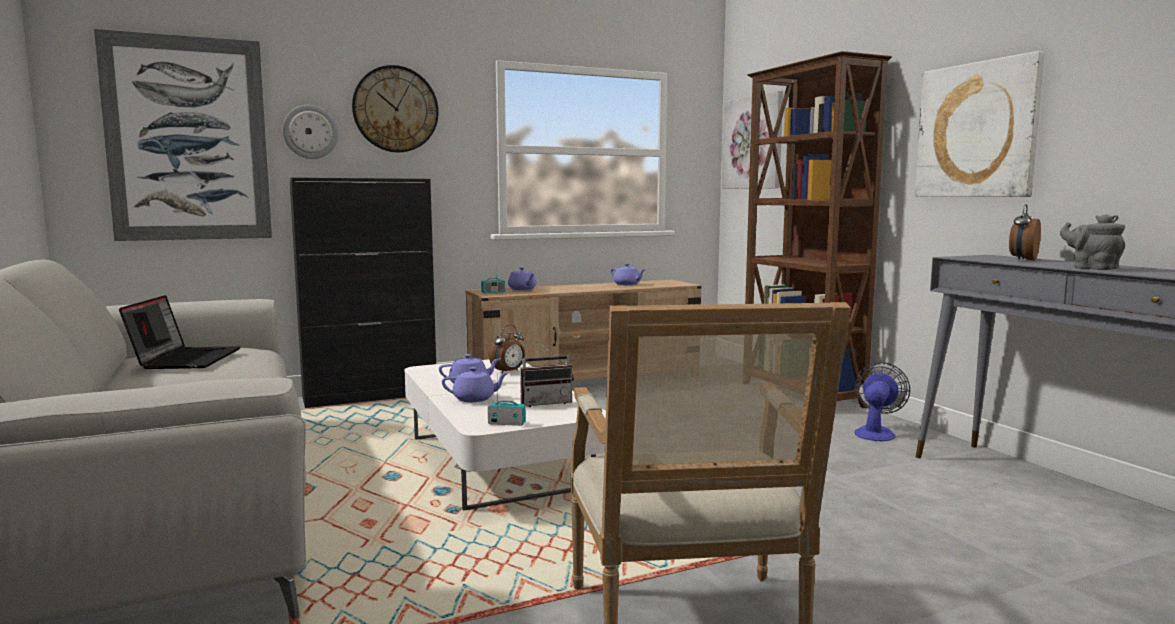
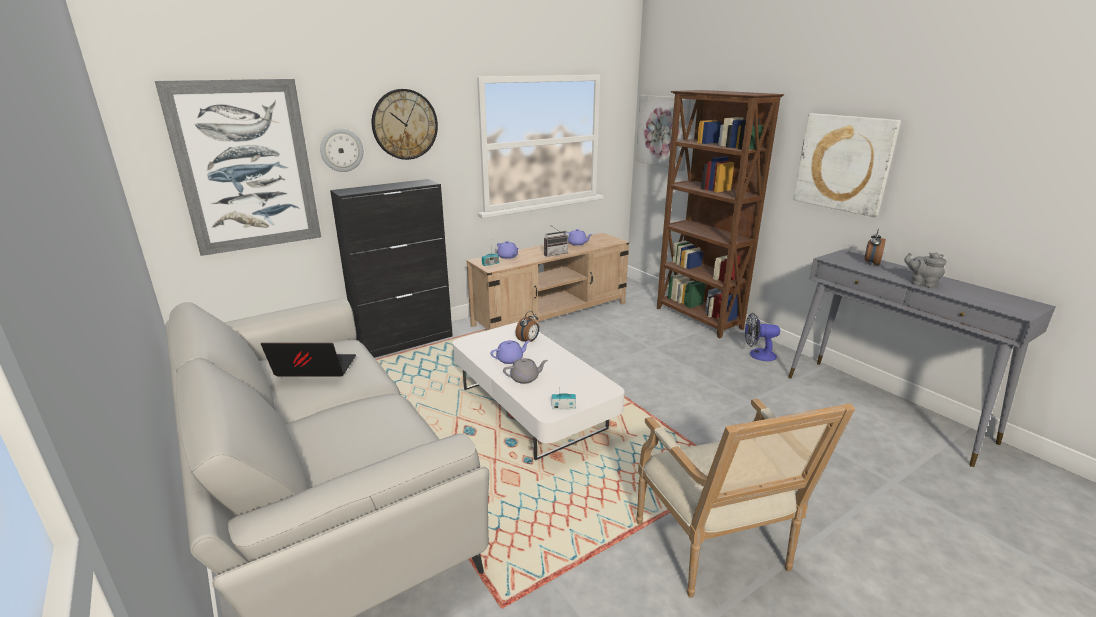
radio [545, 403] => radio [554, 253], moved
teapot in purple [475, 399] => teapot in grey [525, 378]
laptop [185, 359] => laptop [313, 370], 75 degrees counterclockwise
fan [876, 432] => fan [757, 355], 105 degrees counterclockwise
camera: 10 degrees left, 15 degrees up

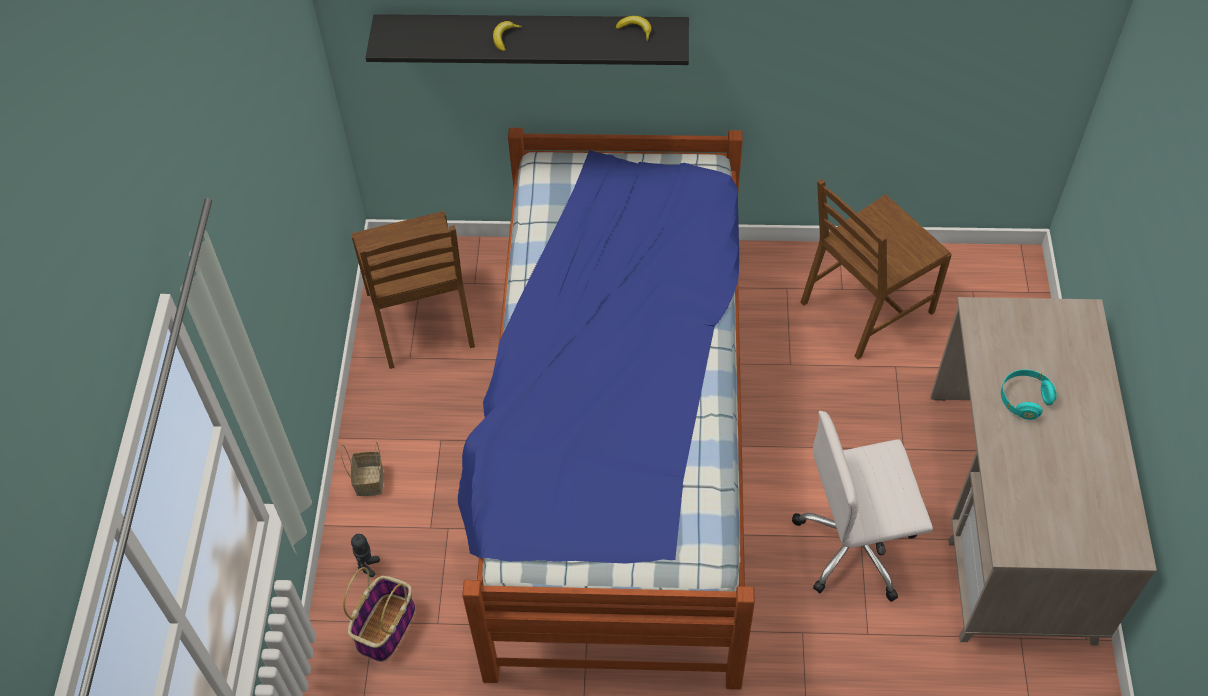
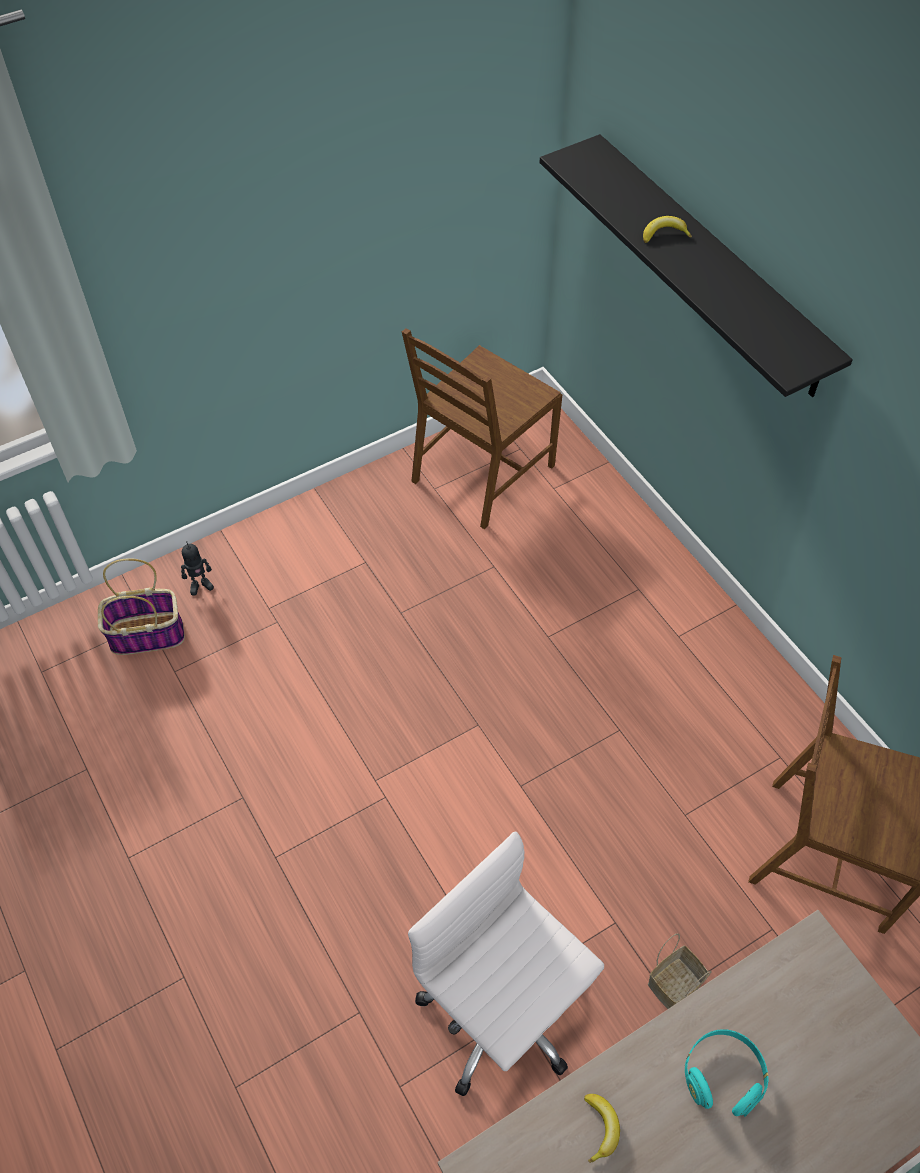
bed [616, 443] => nothing
basket [368, 479] => basket [675, 982], moved
banana [635, 30] => banana [601, 1127], moved
camera: 55 degrees right, 0 degrees up

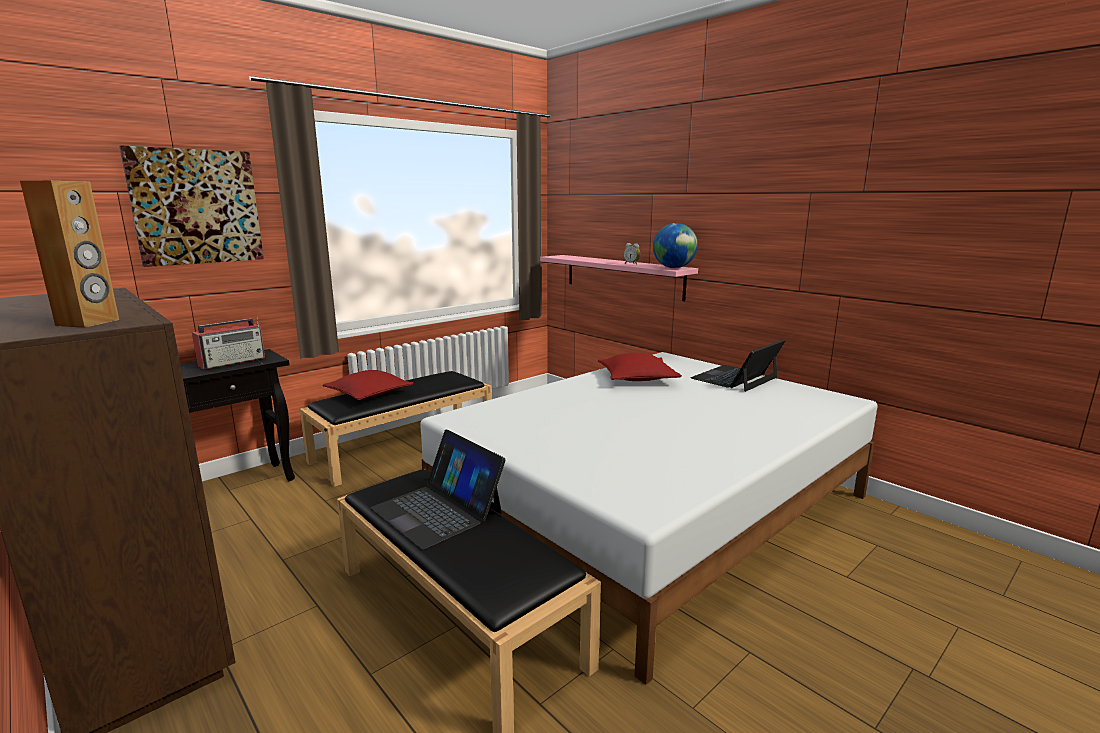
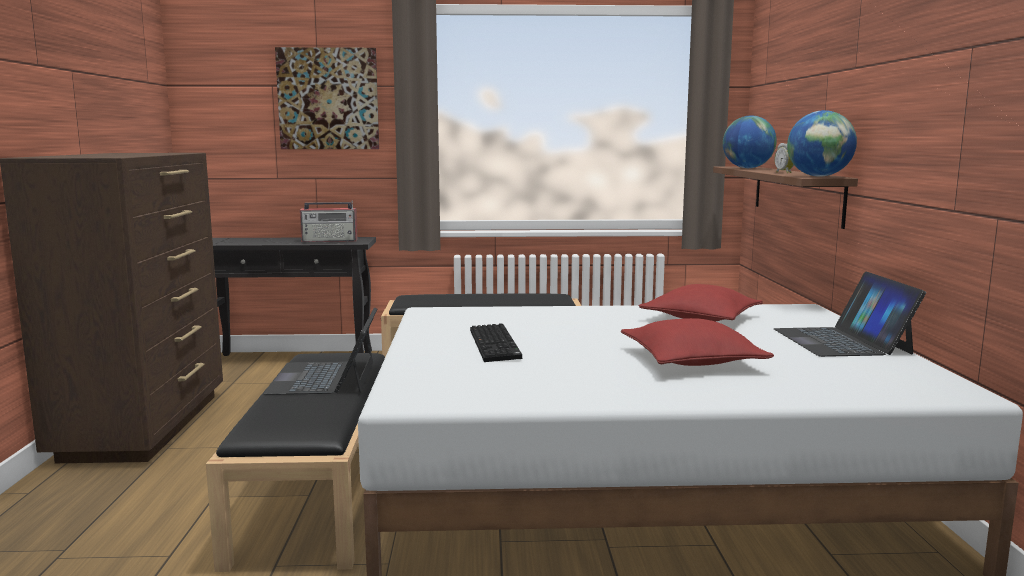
speaker in brown [88, 322] => nothing
nothing => keyboard [496, 344]
nothing => globe [747, 168]
pillow in red [369, 394] => pillow in red [692, 360], moved
shelf in pink [622, 276] => shelf in brown [796, 193]
laptop [735, 378] => laptop [842, 341], 90 degrees counterclockwise
camera: 40 degrees right, 5 degrees down

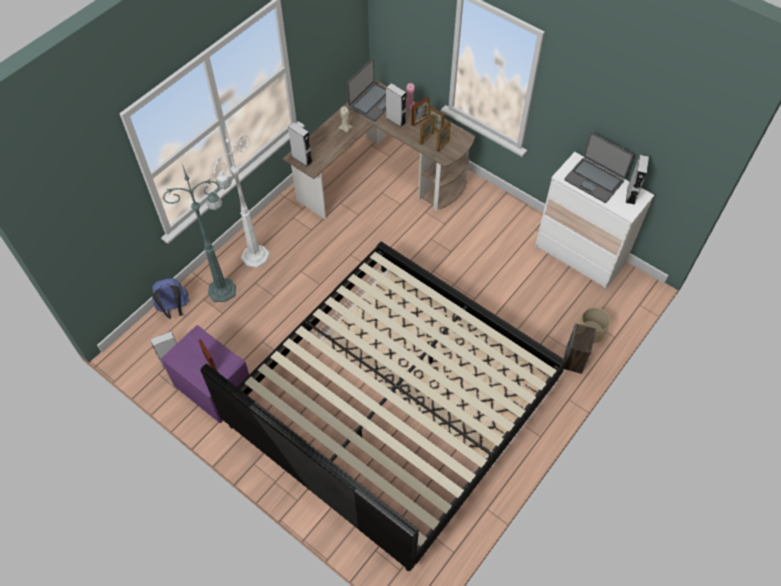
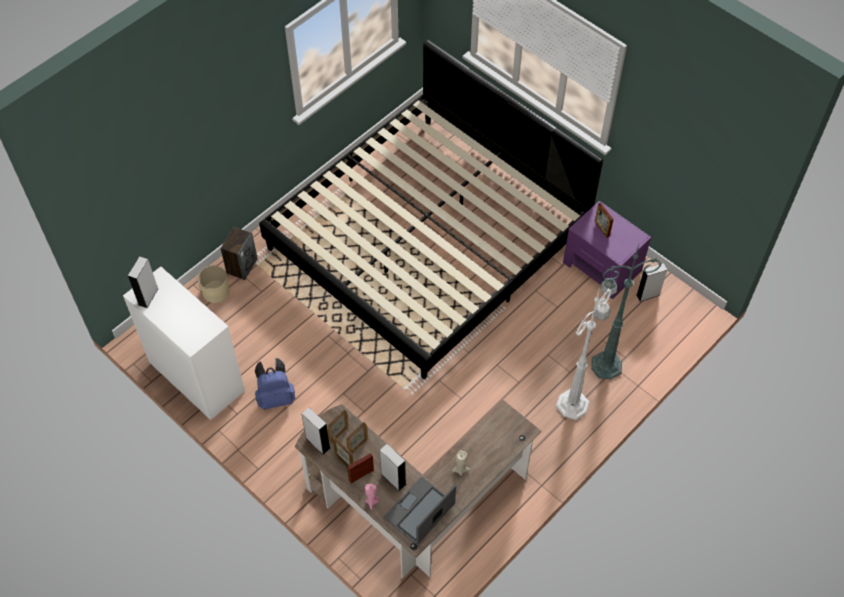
laptop [594, 180] => nothing
backpack in blue [174, 309] => backpack in blue [276, 397], moved
speaker in grey [302, 159] => speaker in grey [318, 443], moved
camera: 175 degrees left, 0 degrees up

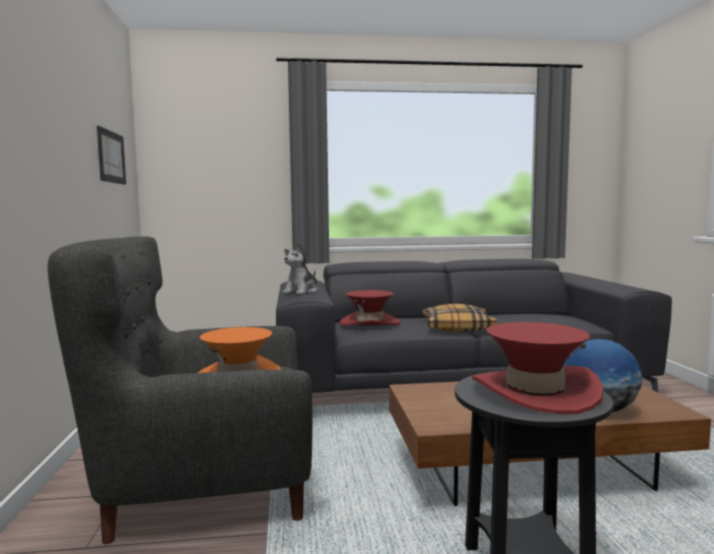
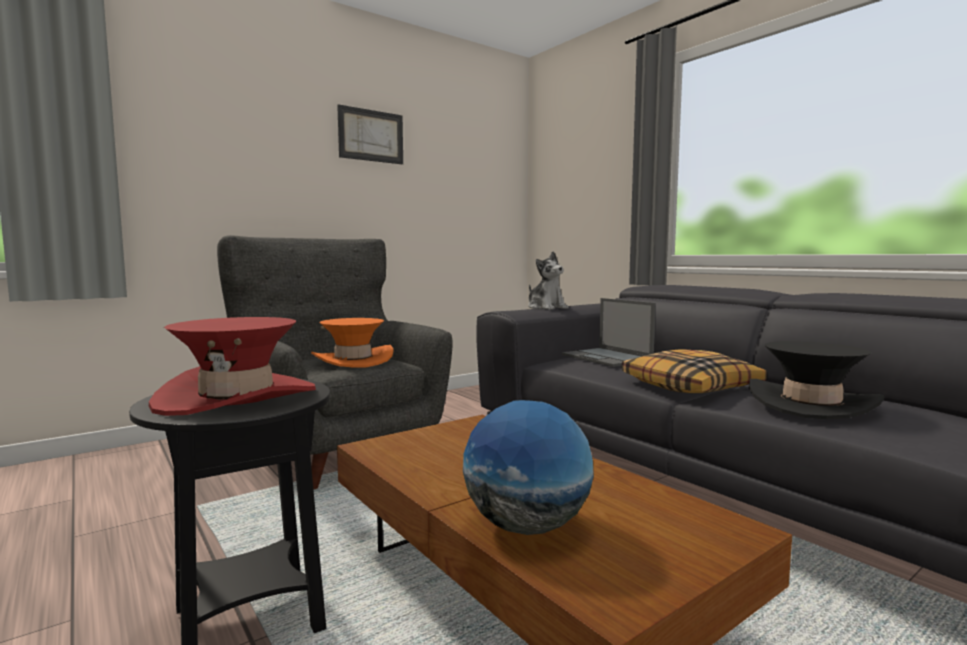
nothing => hat in black [811, 404]
picture [111, 157] => picture [371, 136], moved
hat in red [369, 323] => laptop [607, 358]
plush toy [301, 291] => plush toy [546, 308], 120 degrees counterclockwise
camera: 60 degrees right, 0 degrees up

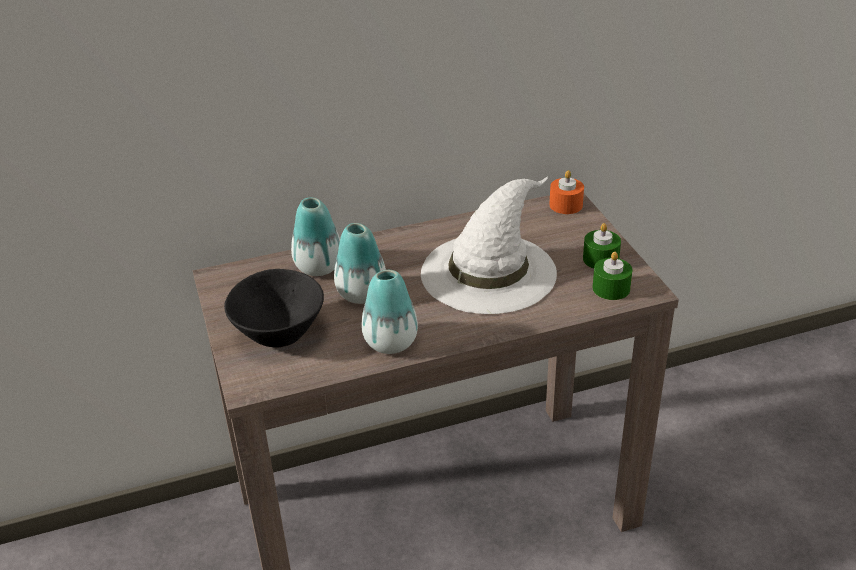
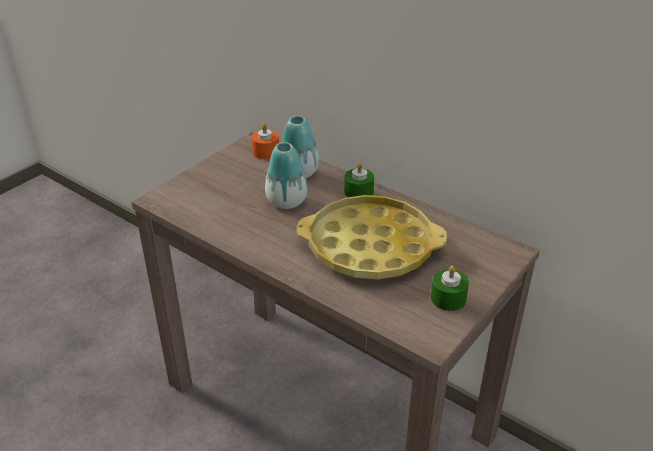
bowl in black [276, 335] => nothing
vase [390, 343] => nothing
candle in orange [566, 205] => candle in orange [266, 152], moved
candle in green [611, 288] => candle in green [358, 192], moved
hat in white [489, 271] => tray in yellow [370, 246]
camera: 55 degrees right, 0 degrees up

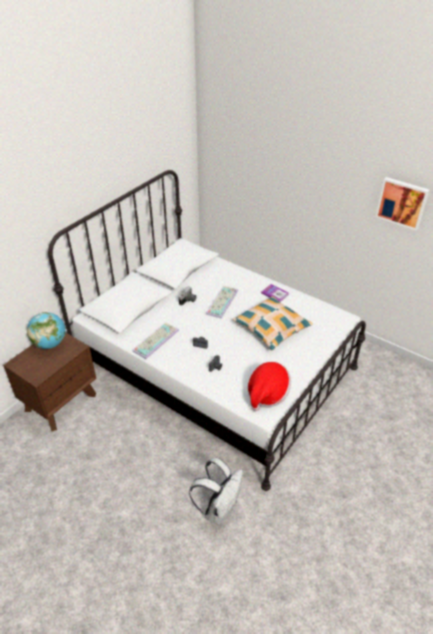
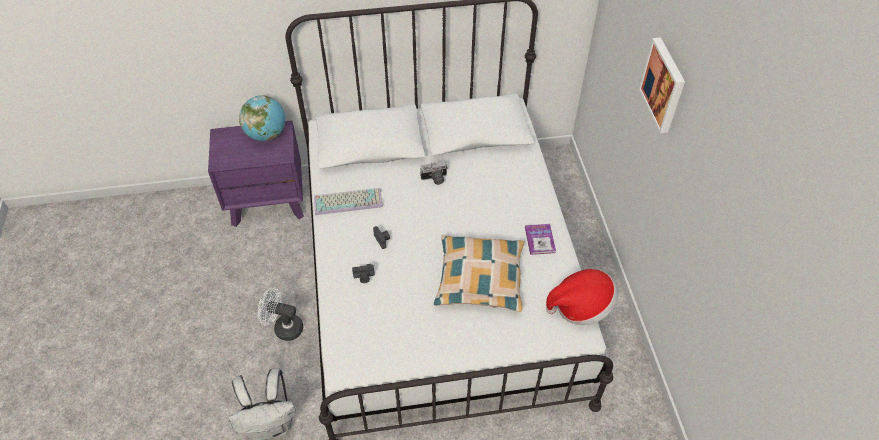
keyboard [221, 301] => nothing
nothing => fan in white [284, 327]
hat [267, 394] => hat [581, 306], moved
picture [402, 202] => picture [664, 85], moved
nightstand in brown [61, 402] => nightstand in purple [268, 202]
camera: 45 degrees right, 10 degrees up

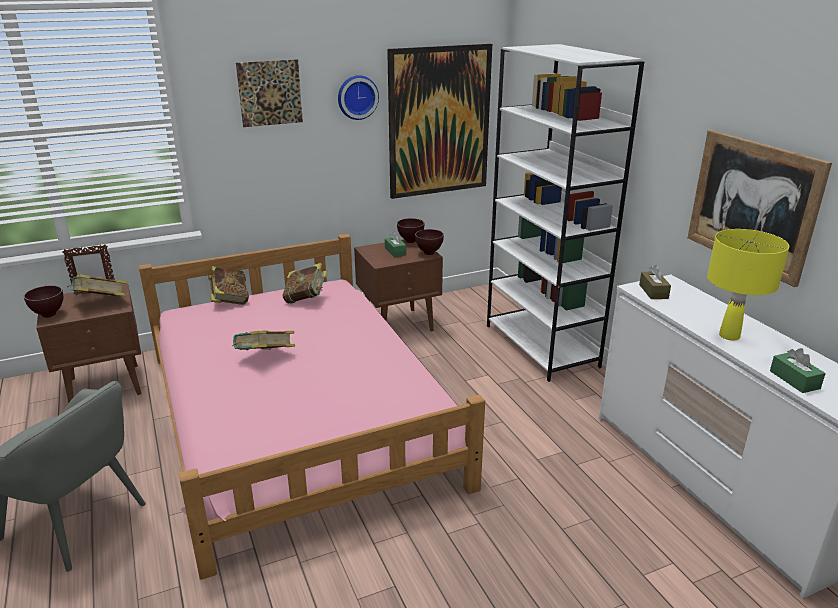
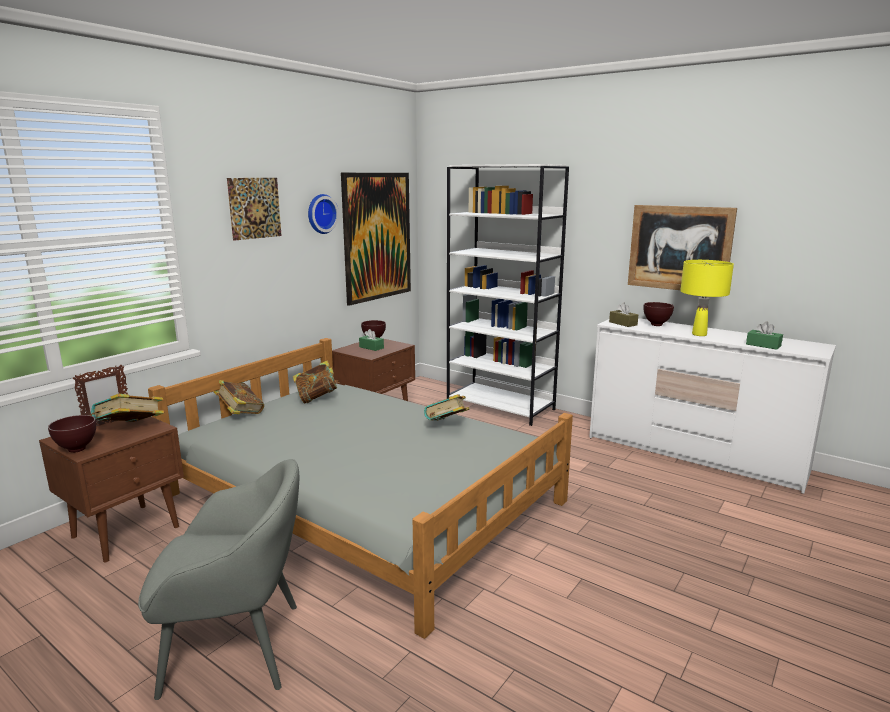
book [265, 358] => book [447, 426], moved
bowl in brown [428, 253] => bowl in brown [656, 325], moved
bed in pink [297, 416] => bed in grey [365, 498]
camera: 30 degrees left, 10 degrees down

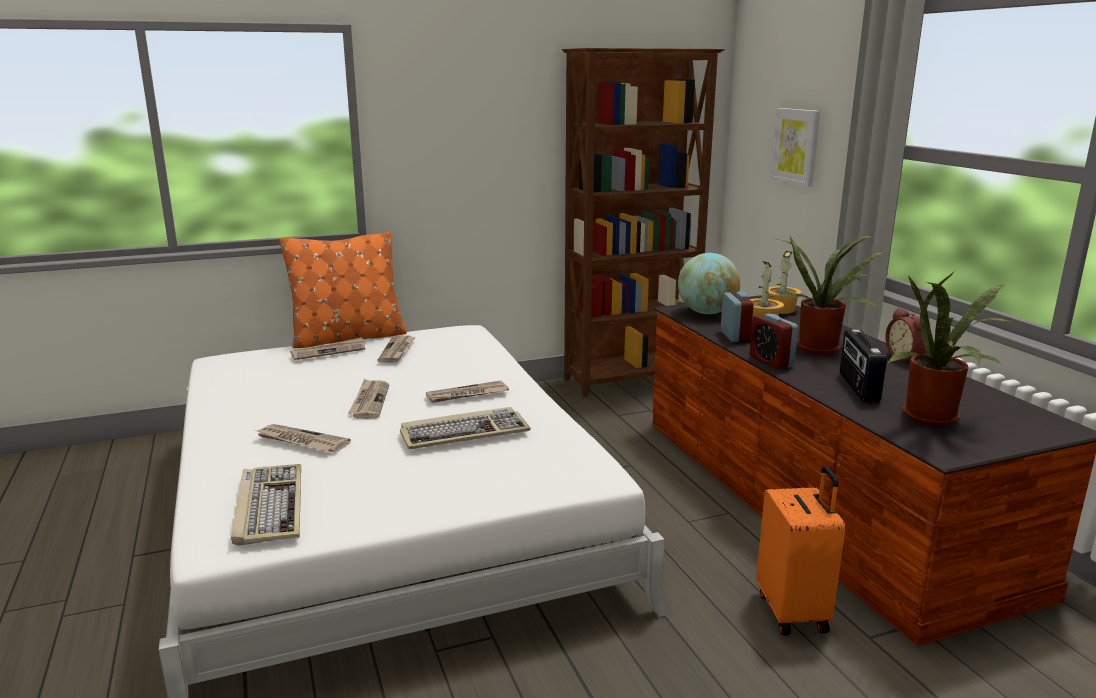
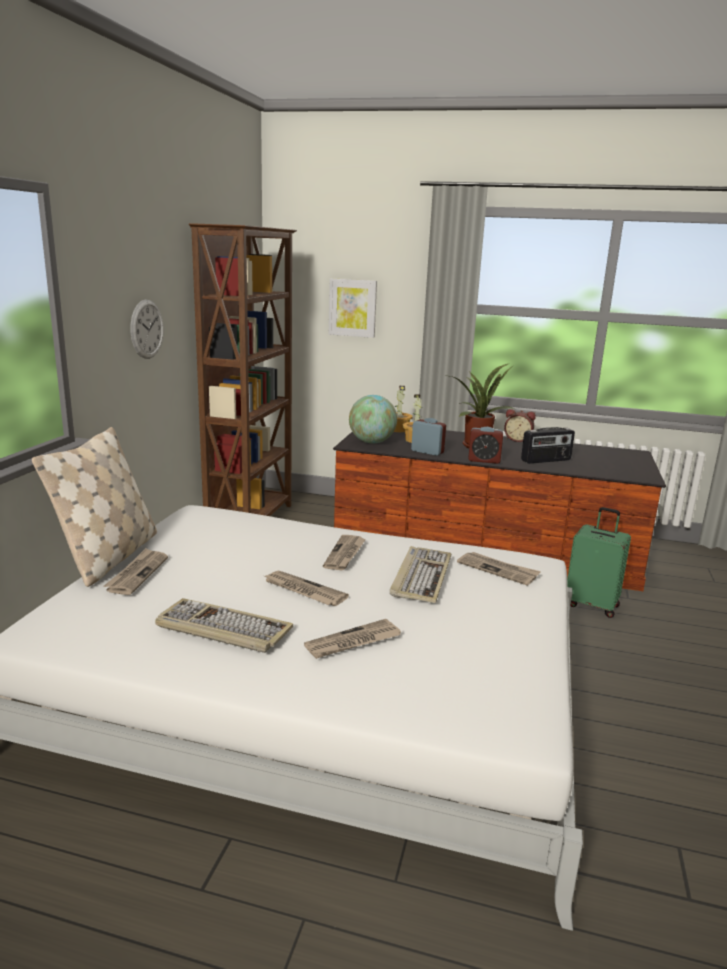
potted plant [935, 419] => nothing
nothing => wall clock [147, 329]
keyboard [269, 507] => keyboard [221, 629], moved
newspaper [397, 351] => newspaper [498, 570], moved
pillow in orange [348, 338] => pillow in beige [109, 557]
suitcase in orange [794, 612] => suitcase in green [592, 605]
radio [857, 387] => radio [546, 460], 60 degrees counterclockwise
camera: 55 degrees left, 0 degrees up

